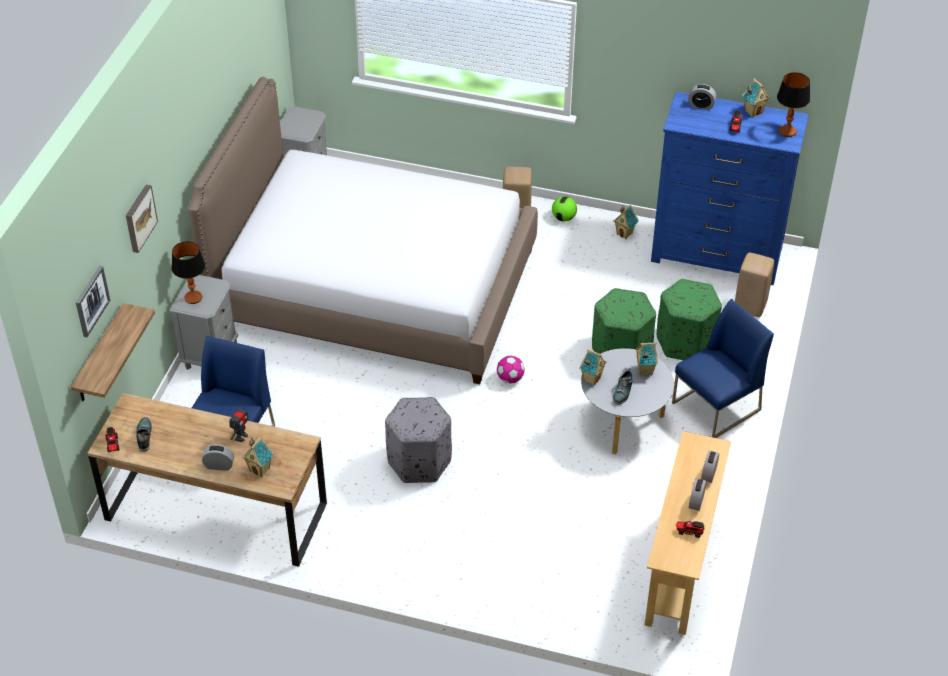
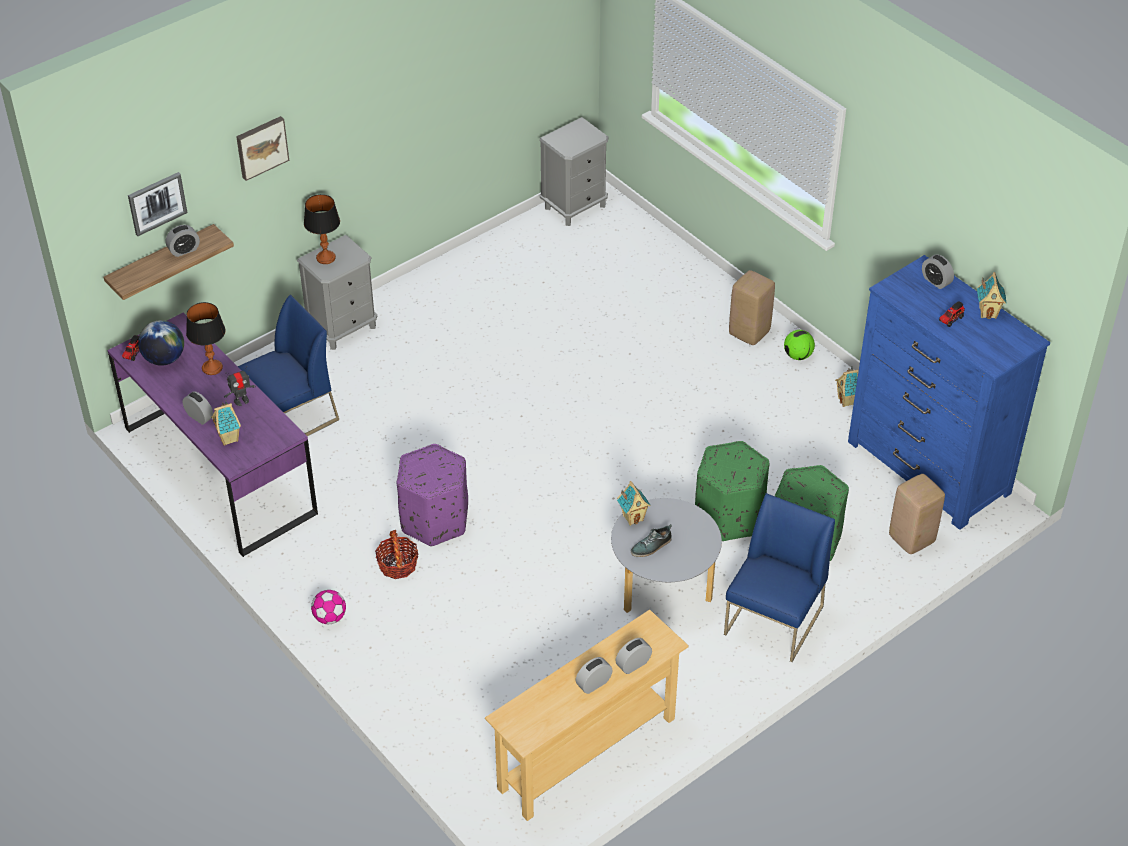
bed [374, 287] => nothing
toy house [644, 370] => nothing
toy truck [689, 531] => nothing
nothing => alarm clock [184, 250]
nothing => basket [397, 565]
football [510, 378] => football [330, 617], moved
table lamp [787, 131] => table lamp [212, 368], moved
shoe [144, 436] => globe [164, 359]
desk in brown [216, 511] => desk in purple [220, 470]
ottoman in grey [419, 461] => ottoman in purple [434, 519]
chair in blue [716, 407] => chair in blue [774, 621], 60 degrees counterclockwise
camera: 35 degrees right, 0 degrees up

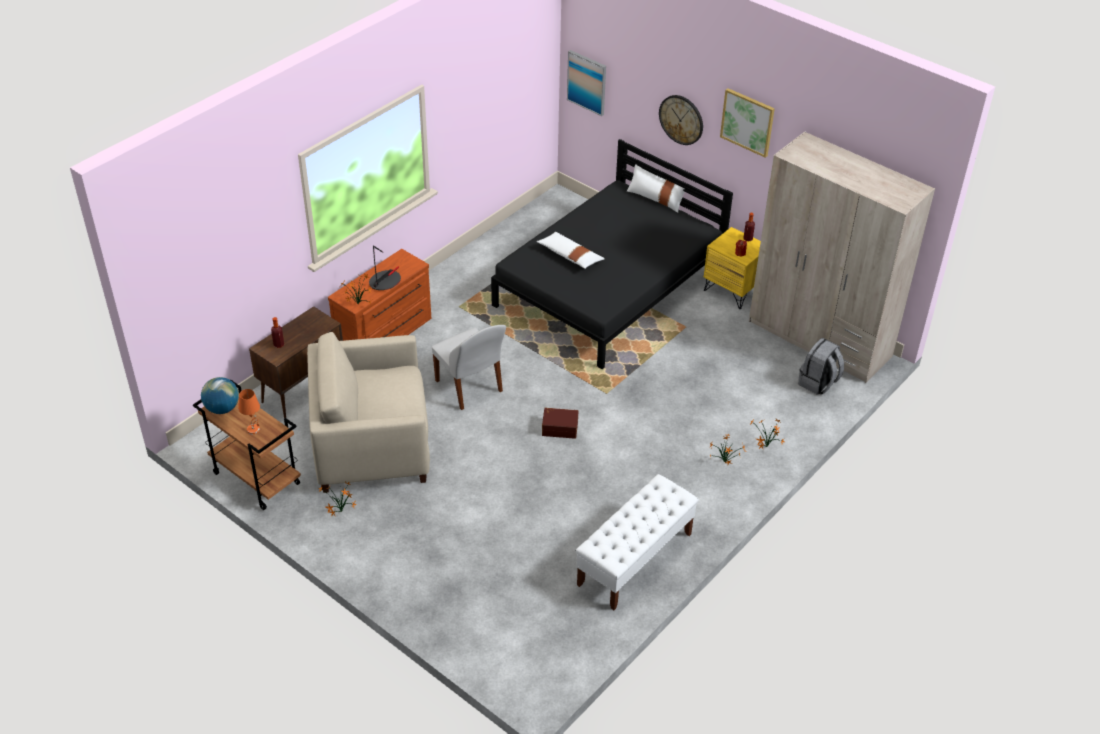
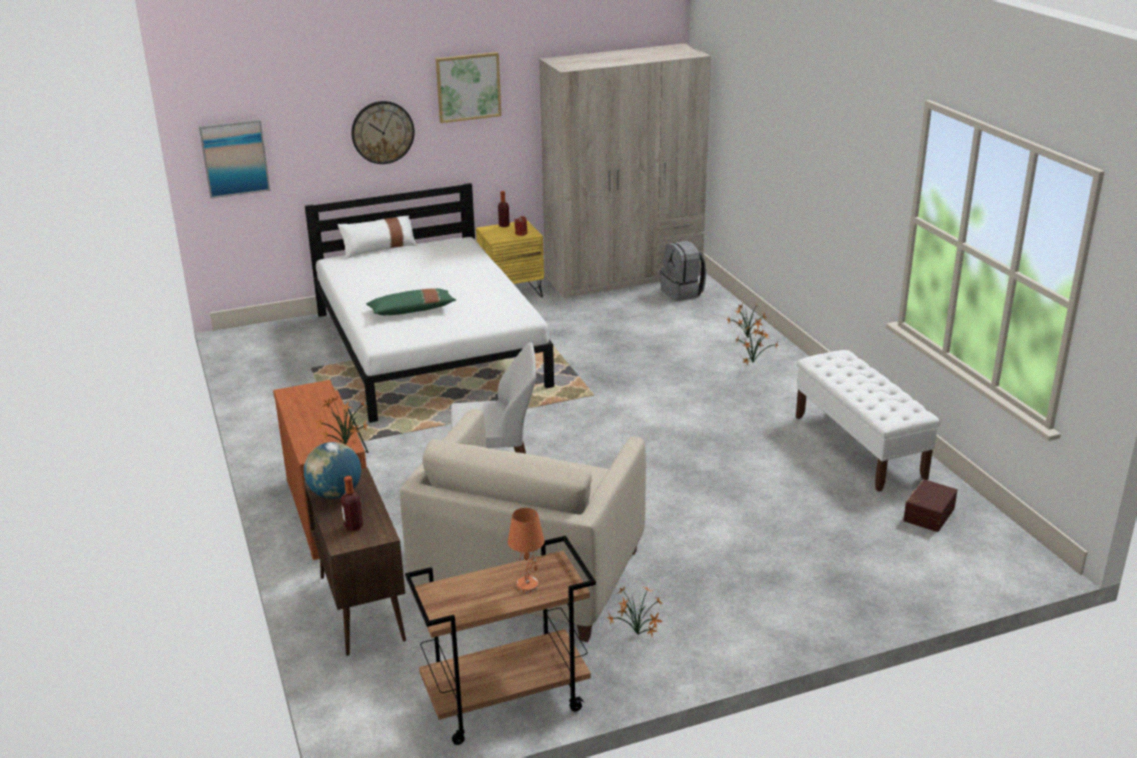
table lamp [385, 281] => nothing
globe [222, 408] => globe [335, 494], moved
storage box in brown [560, 427] => storage box in brown [927, 514], moved
bed in black [609, 288] => bed in white [429, 349]
pillow in white [570, 256] => pillow in green [412, 311]
camera: 60 degrees left, 15 degrees down

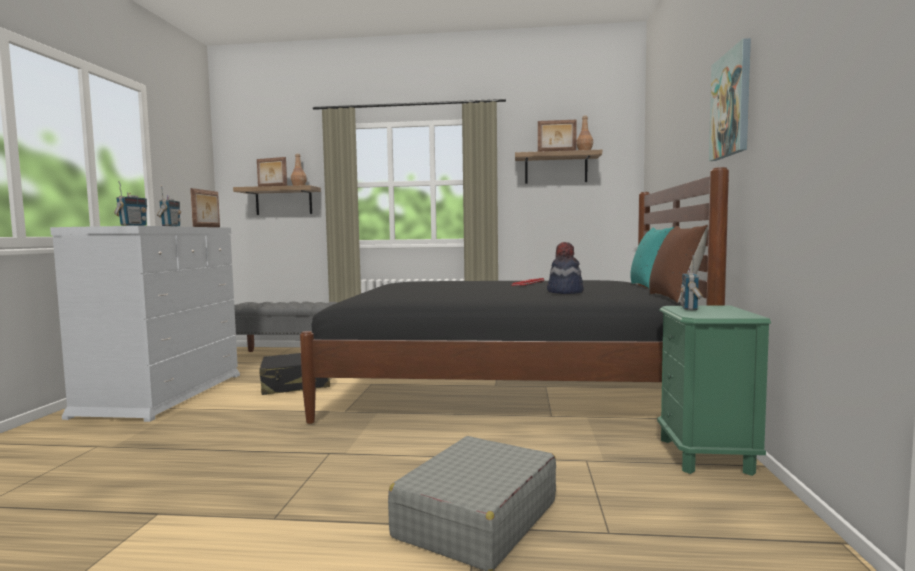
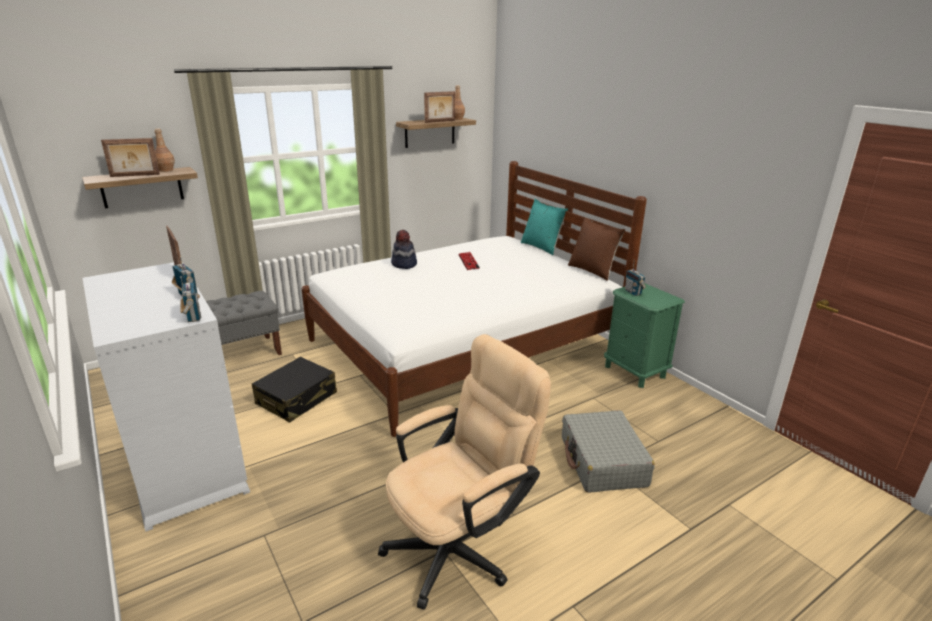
picture [731, 104] => nothing
nothing => office chair in beige [460, 546]
hat [564, 292] => hat [404, 264], moved
bed in black [505, 387] => bed in white [463, 347]
camera: 40 degrees left, 20 degrees up

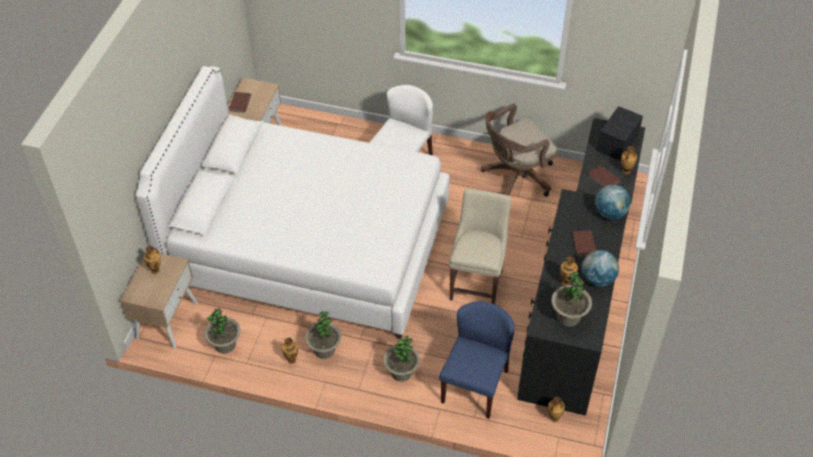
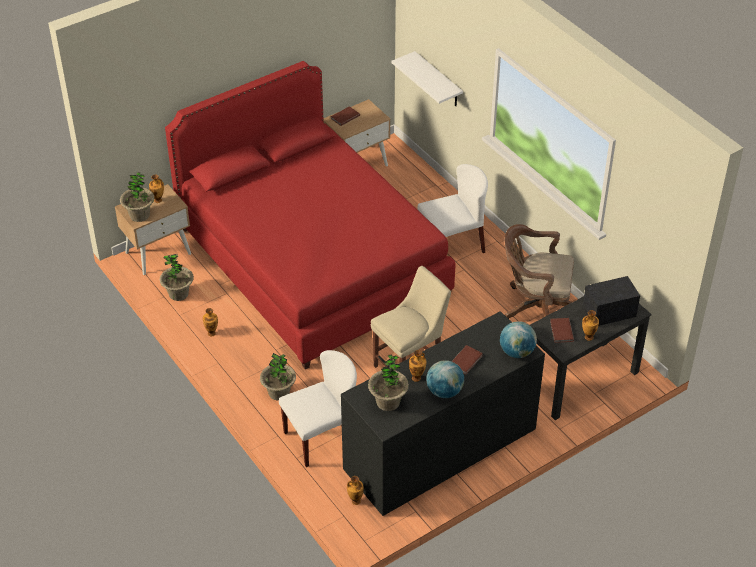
nothing => shelf in white [438, 80]
potted plant [324, 350] => potted plant [139, 215], moved
bed in white [309, 245] => bed in red [312, 262]
chair in blue [474, 386] => chair in white [322, 438]
camera: 40 degrees right, 5 degrees down

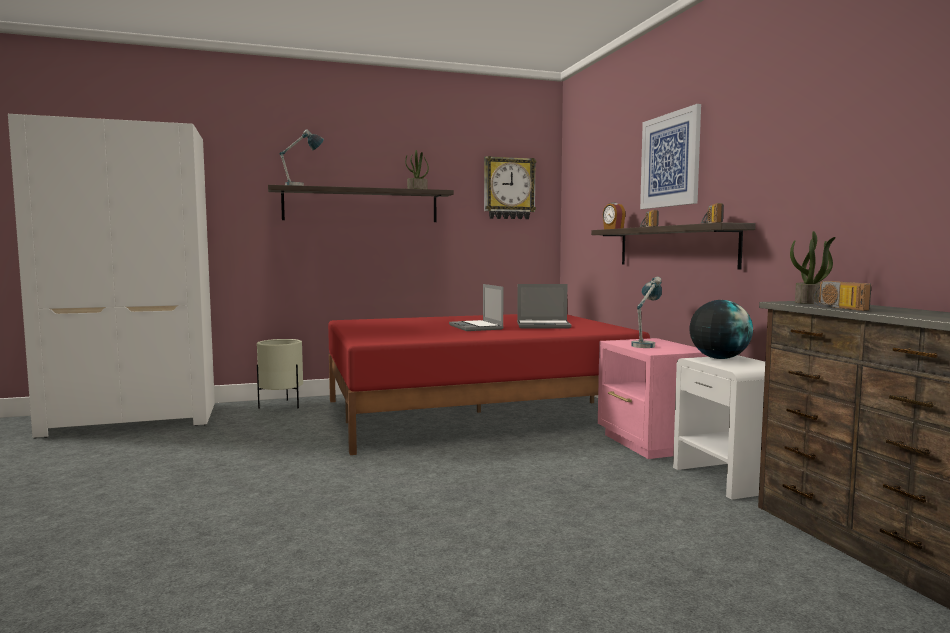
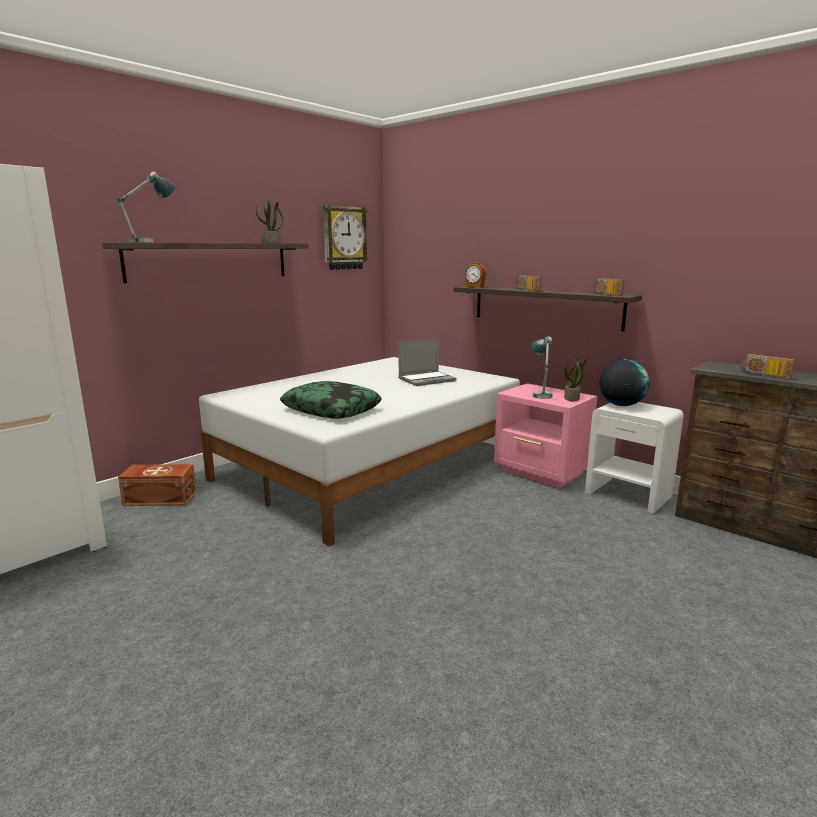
laptop [477, 327] => nothing
picture [670, 160] => nothing
nothing => pillow [331, 409]
potted plant [809, 302] => potted plant [572, 398], moved
planter in beige [281, 405] => storage box in brown [160, 498]
bed in red [477, 412] => bed in white [371, 466]
camera: 30 degrees left, 10 degrees up

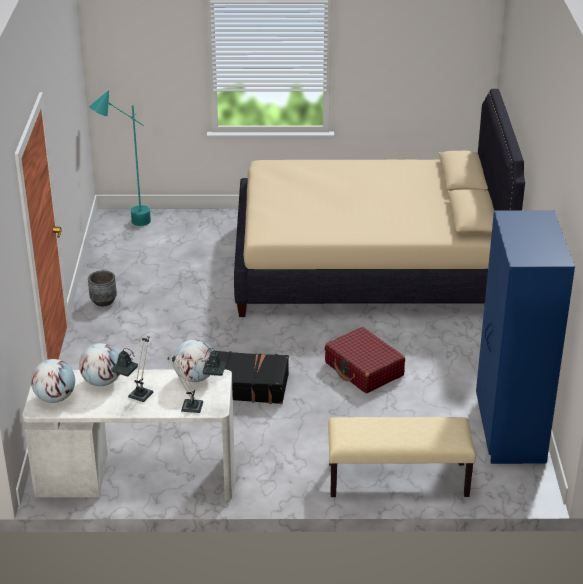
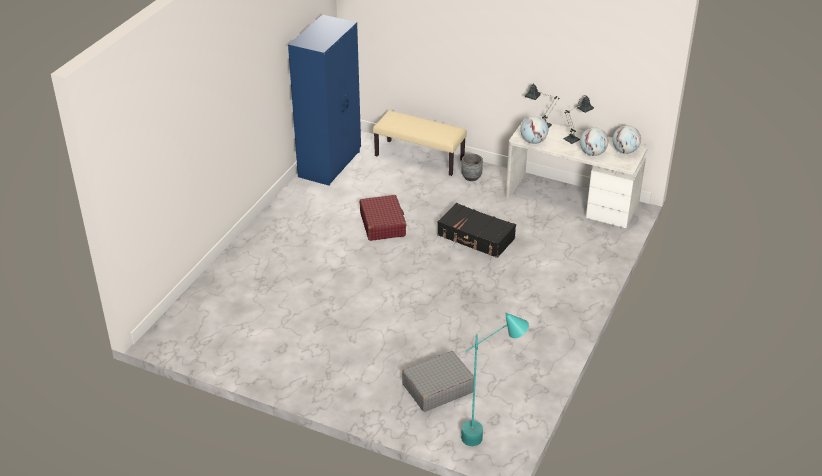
bed in beige [368, 267] => nothing
nothing => suitcase in grey [437, 388]
planter in grey [103, 301] => planter in grey [471, 177], moved
camera: 155 degrees left, 5 degrees up

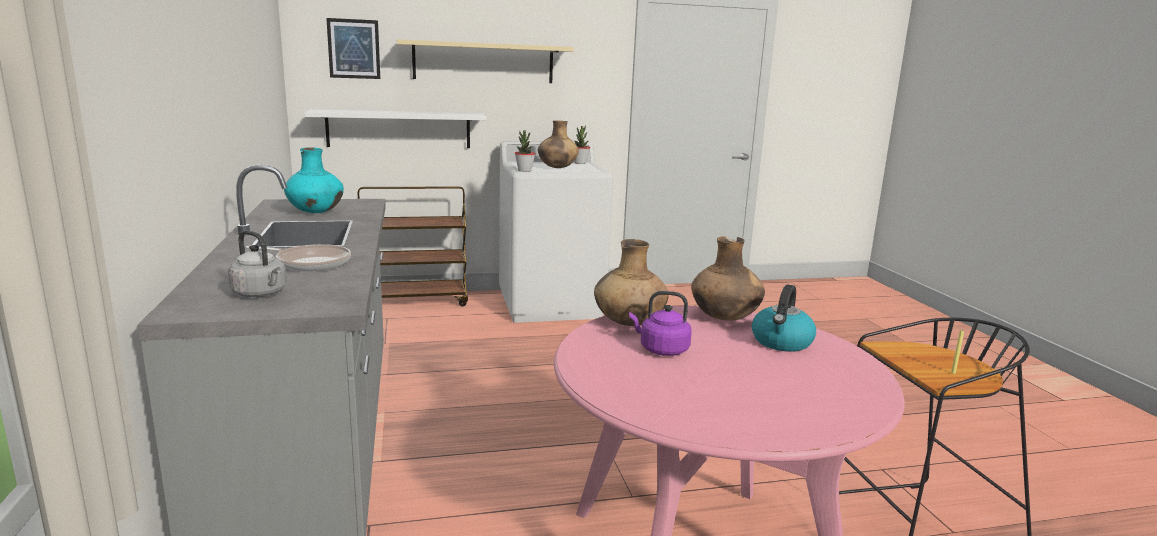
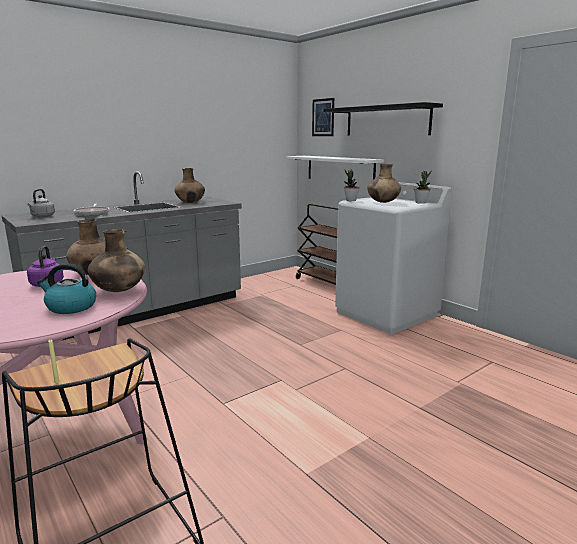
vase in turquoise [315, 212] => vase in brown [190, 202]
shelf in beige [484, 62] => shelf in black [386, 121]
camera: 65 degrees right, 0 degrees up

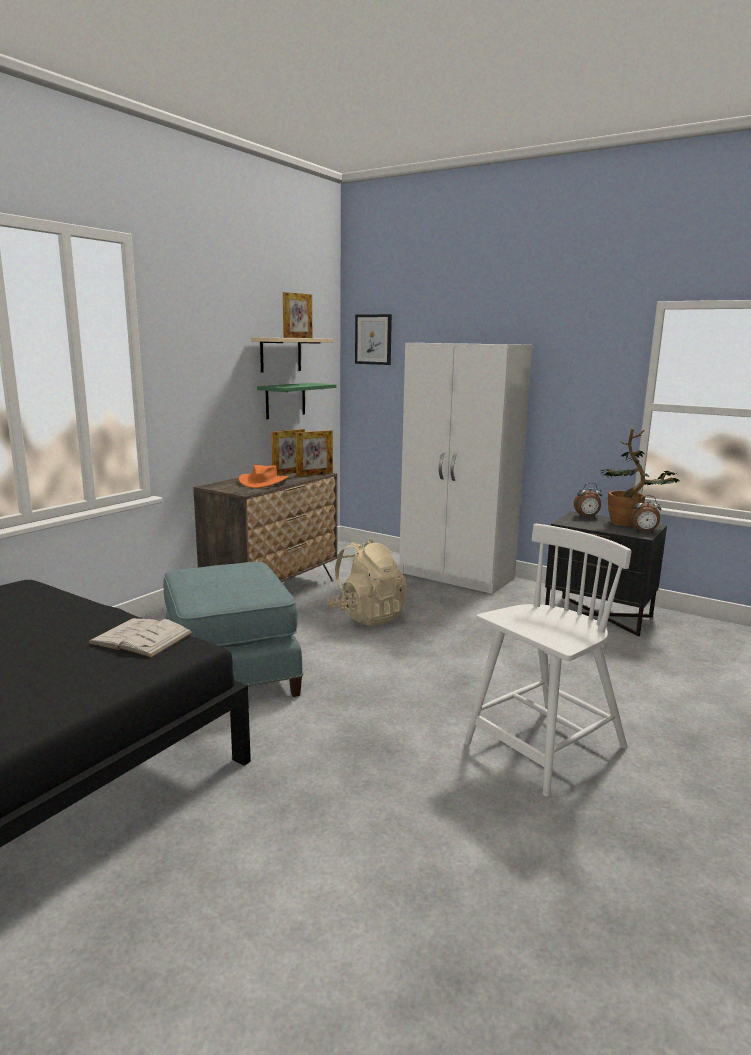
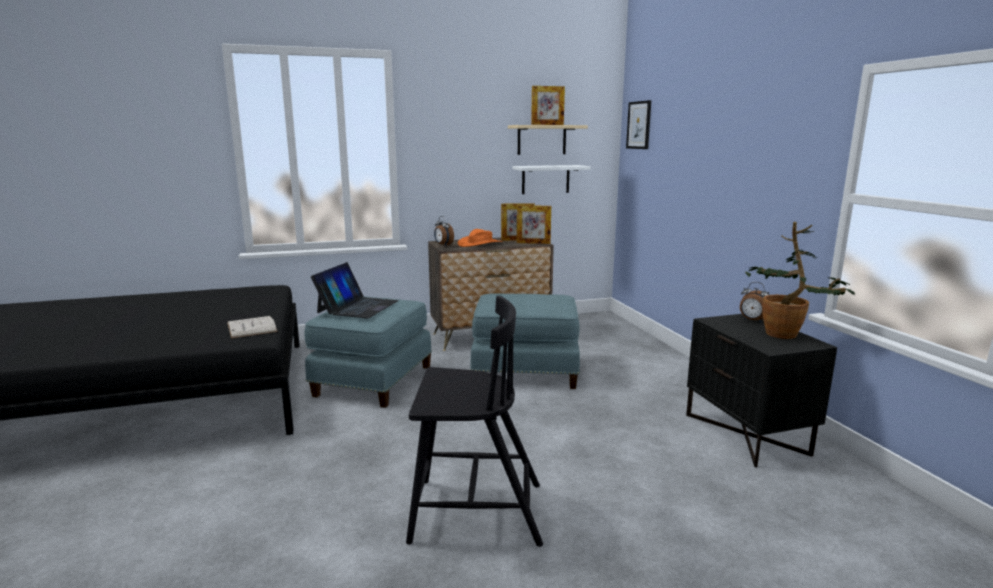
wardrobe in white [457, 576] => nothing
nothing => laptop [357, 306]
alarm clock [644, 532] => alarm clock [443, 245], moved
backpack in beige [367, 616] => ottoman in blue [525, 371]
shelf in green [285, 400] => shelf in white [545, 179]
chair in white [544, 747] => chair in black [474, 512]
camera: 40 degrees right, 0 degrees up

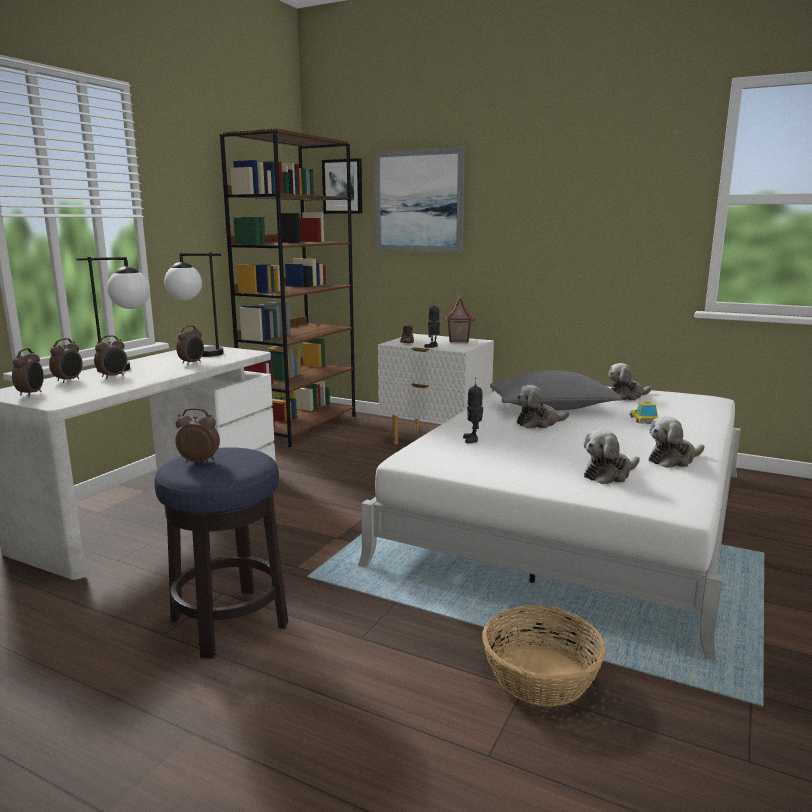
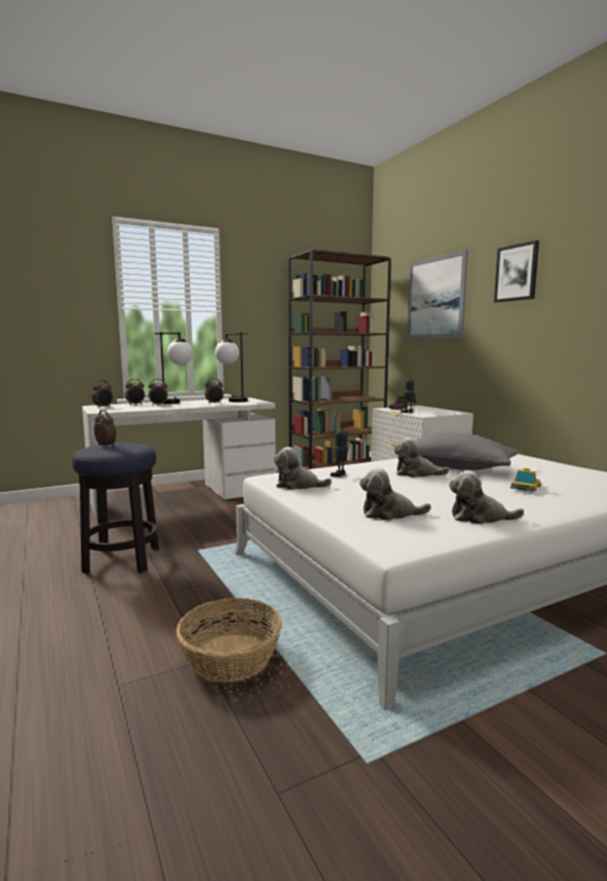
toy house [458, 340] => nothing
picture [343, 186] => picture [516, 273], moved
plush toy [626, 396] => plush toy [298, 485], moved
camera: 35 degrees right, 5 degrees down

